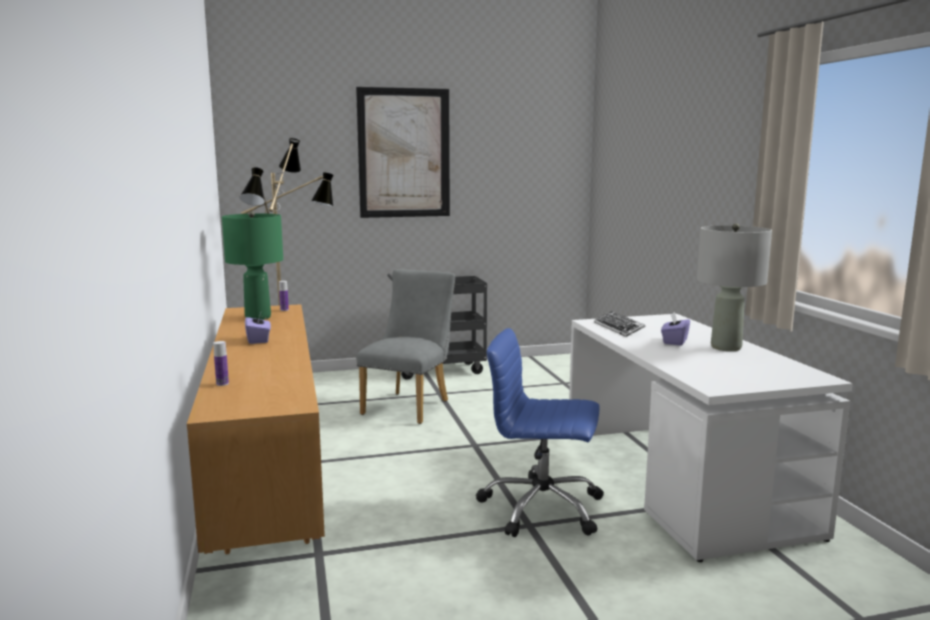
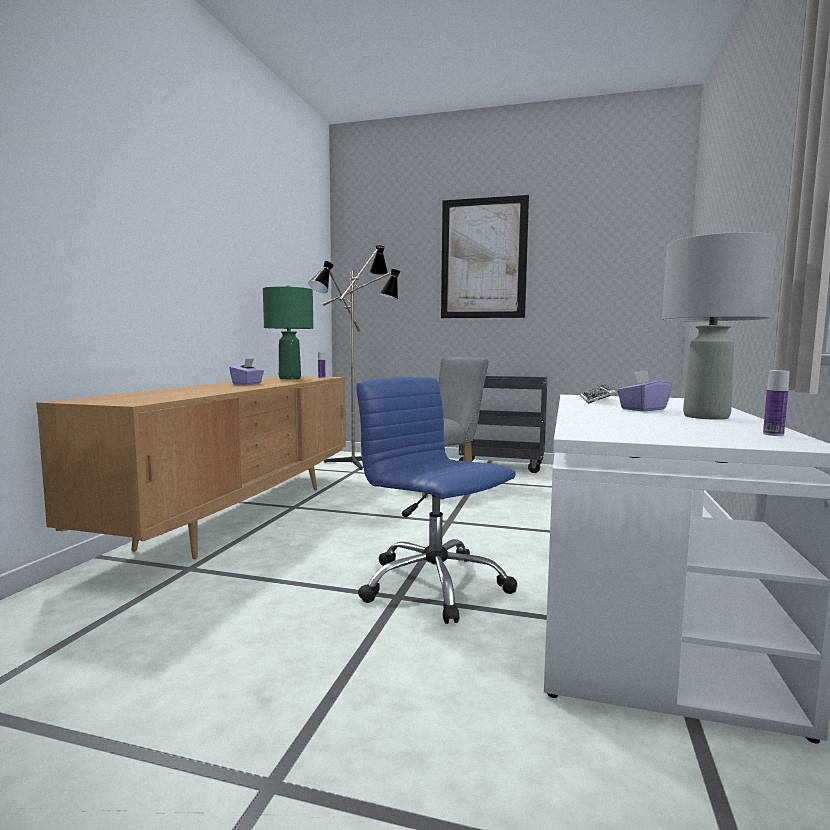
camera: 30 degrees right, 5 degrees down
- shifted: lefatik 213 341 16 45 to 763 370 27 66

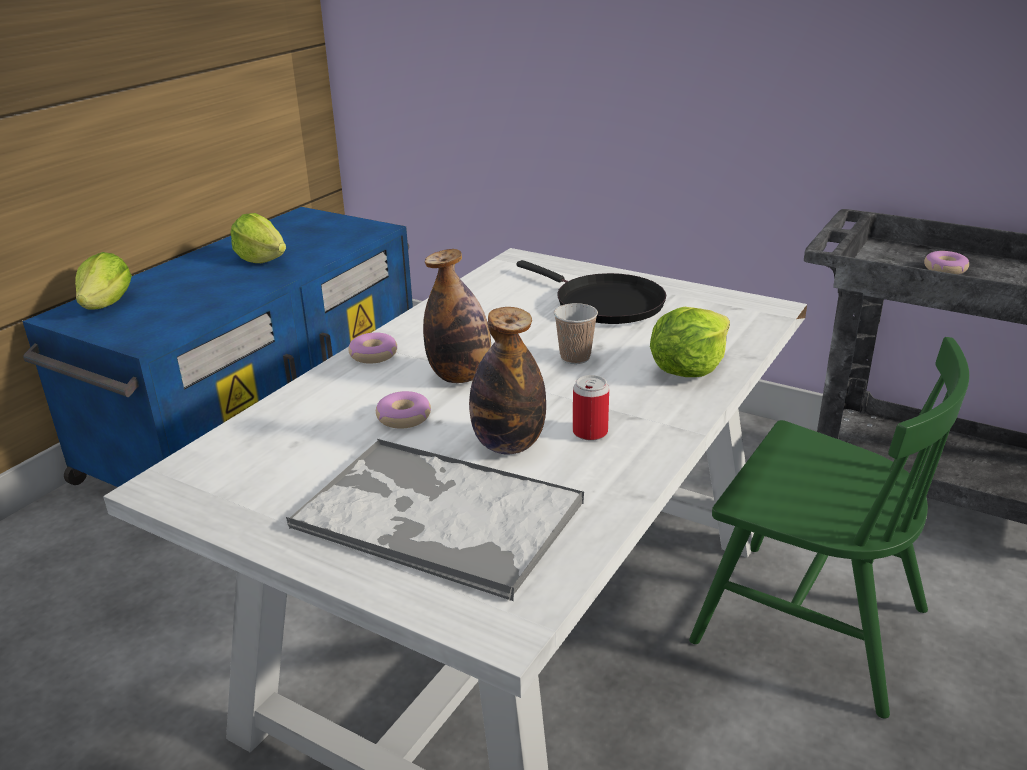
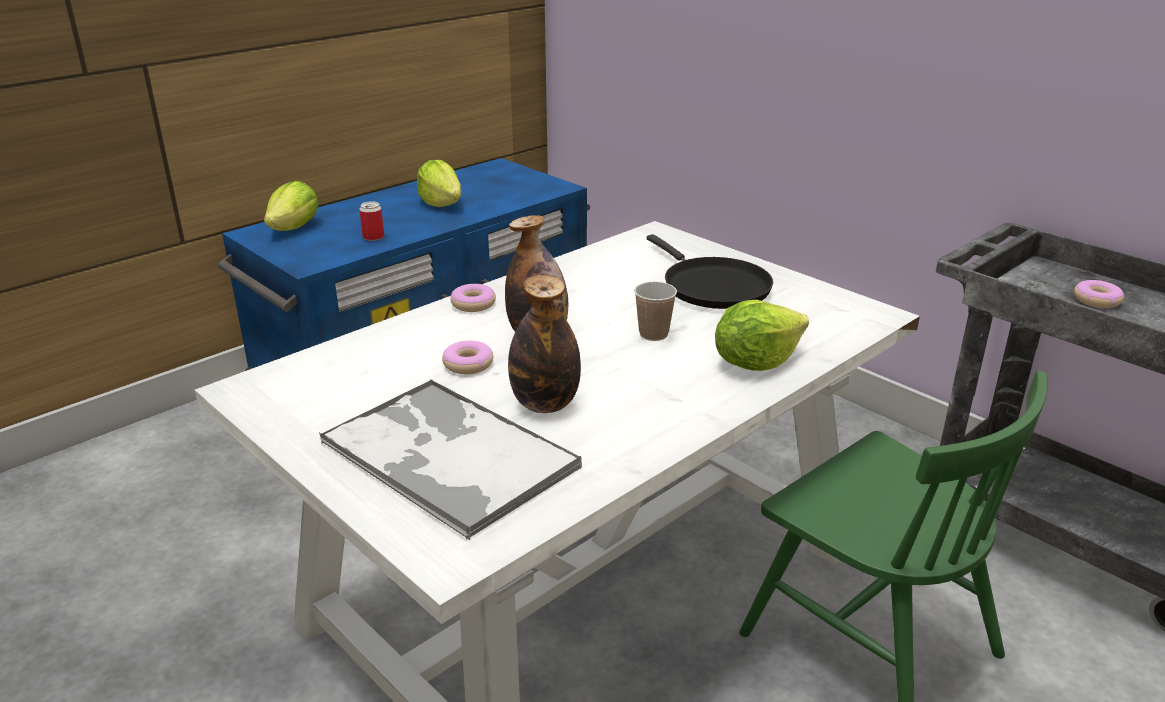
camera: 15 degrees right, 0 degrees up
- shifted: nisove 573 375 36 66 to 359 201 25 40

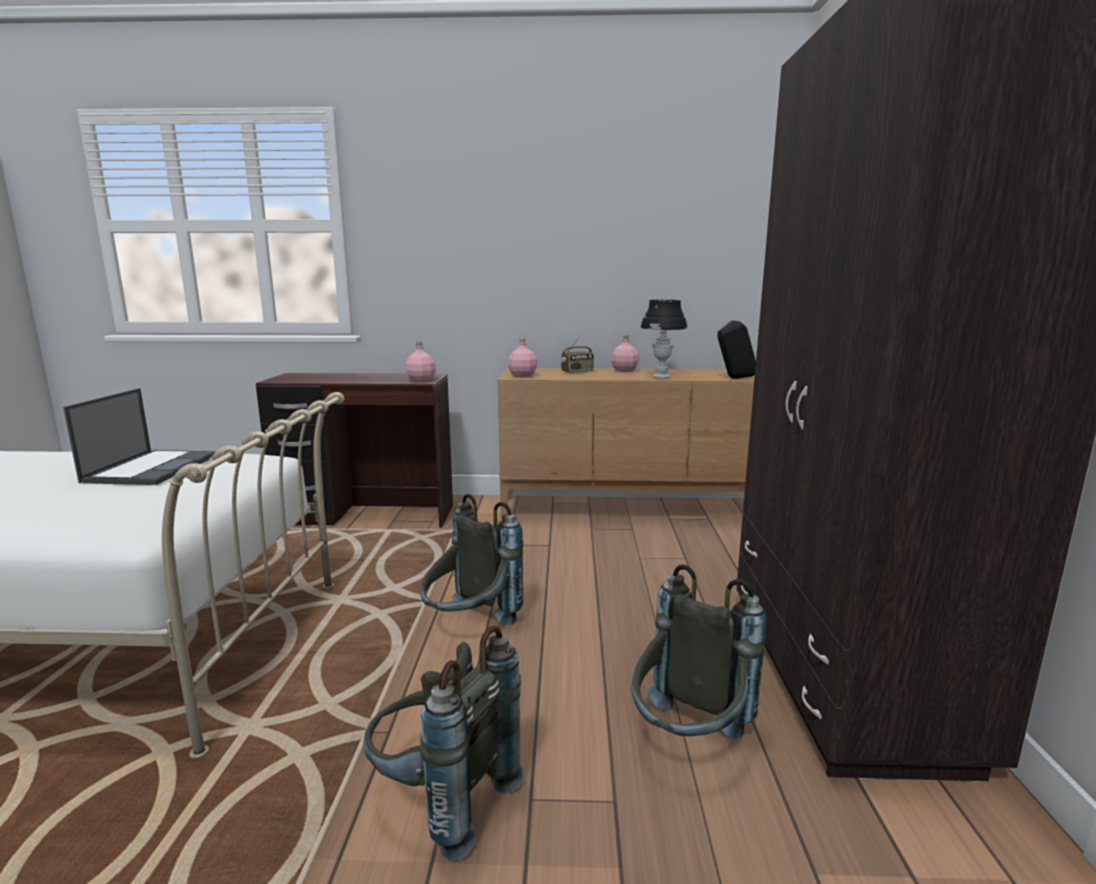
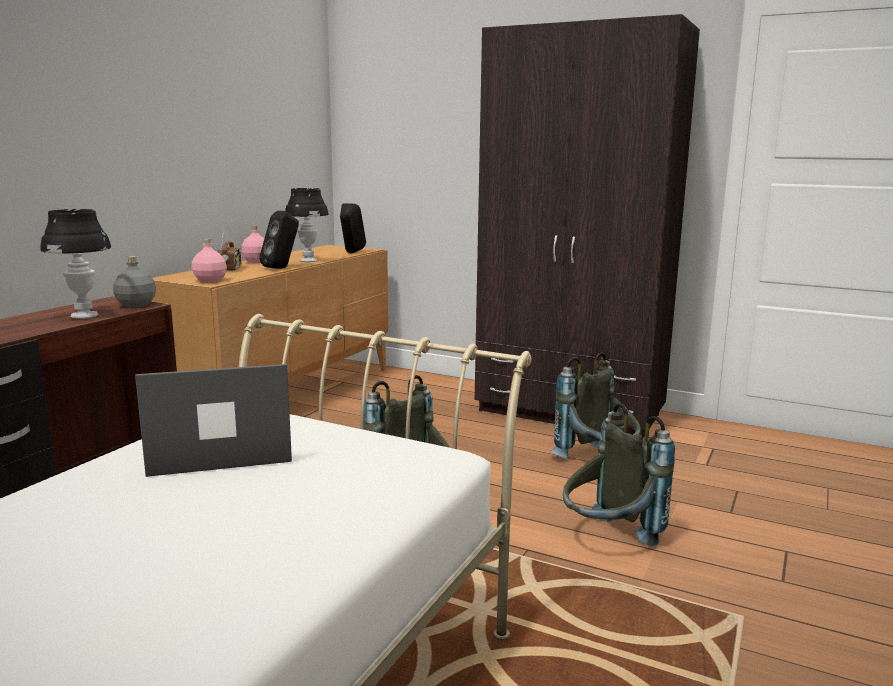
camera: 65 degrees left, 0 degrees up
- new: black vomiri 40 209 71 110
- new: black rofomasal 260 211 39 58
- repainted: pink lefatik 405 342 31 40 to grey lefatik 113 256 43 52
- rotated: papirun 63 388 153 97 = 135 364 157 113 45 degrees counterclockwise

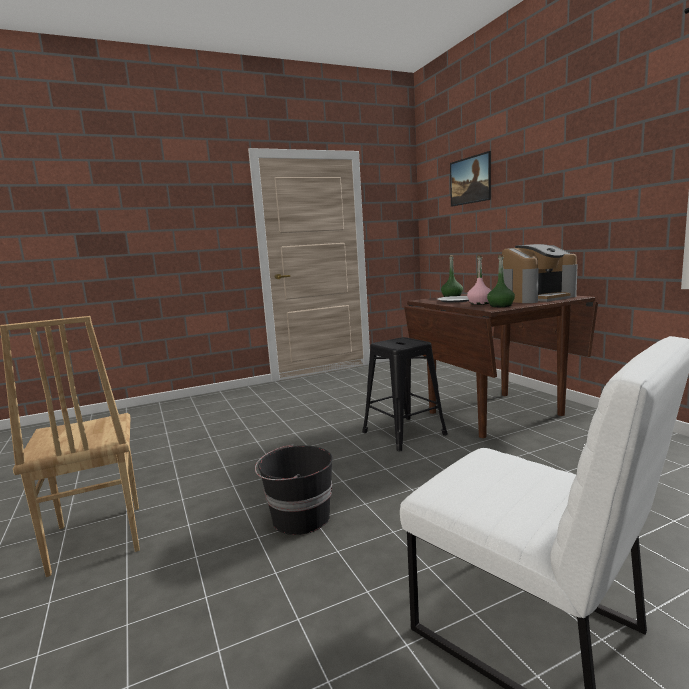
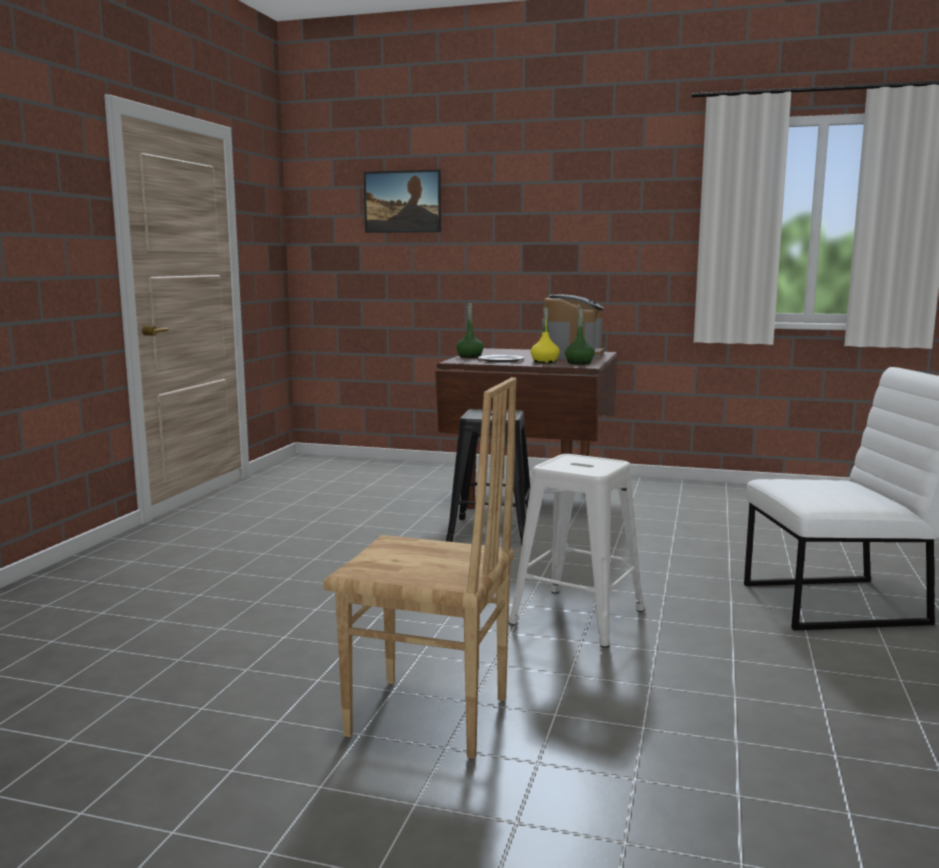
camera: 50 degrees left, 0 degrees up
- swapped: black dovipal 255 444 78 91 to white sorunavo 509 454 136 194
- repainted: pink lefatik 467 256 24 49 to yellow lefatik 531 306 29 57

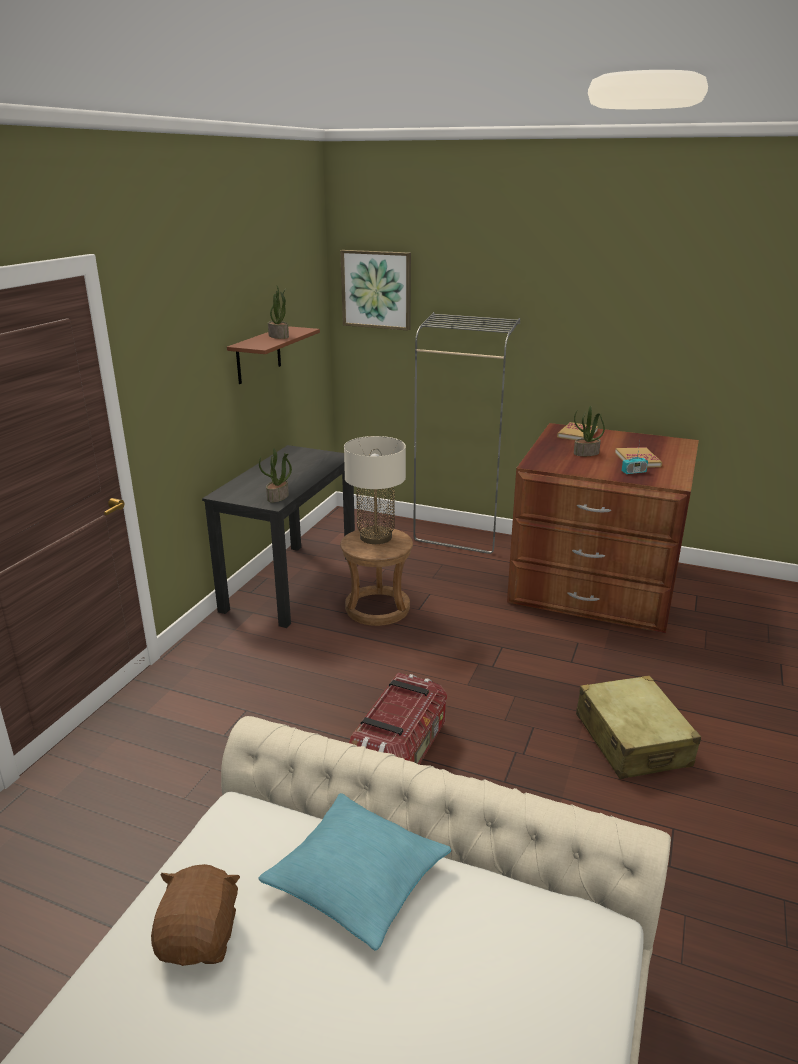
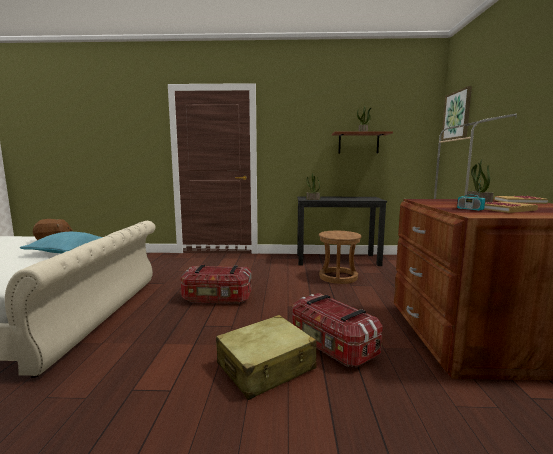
camera: 70 degrees right, 15 degrees down
- gone: vomiri 344 436 62 108
- new: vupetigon 292 293 91 74

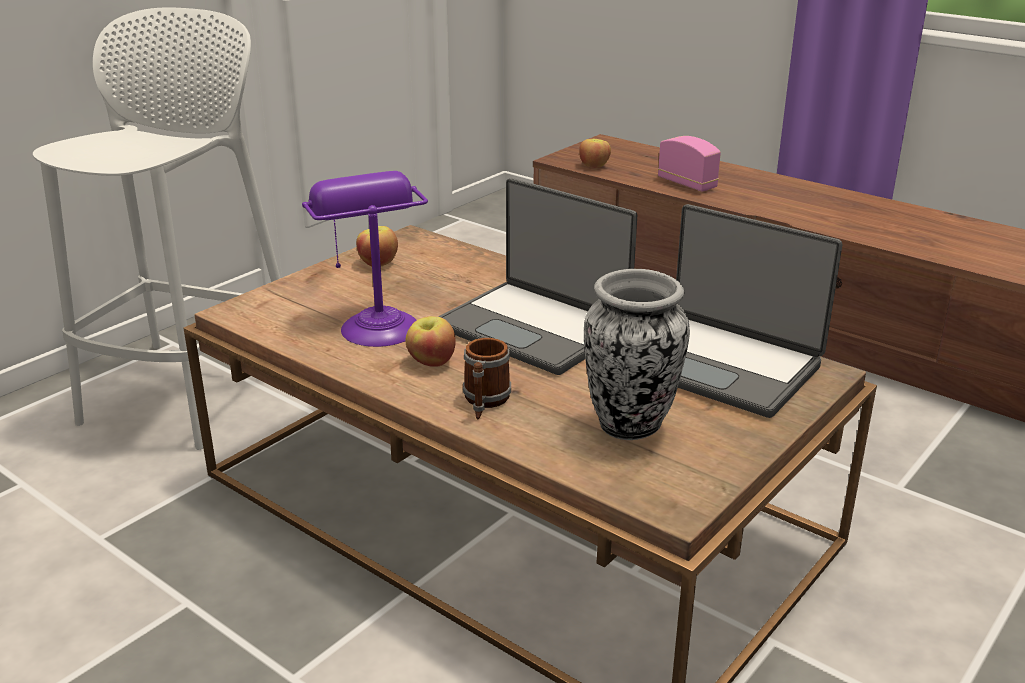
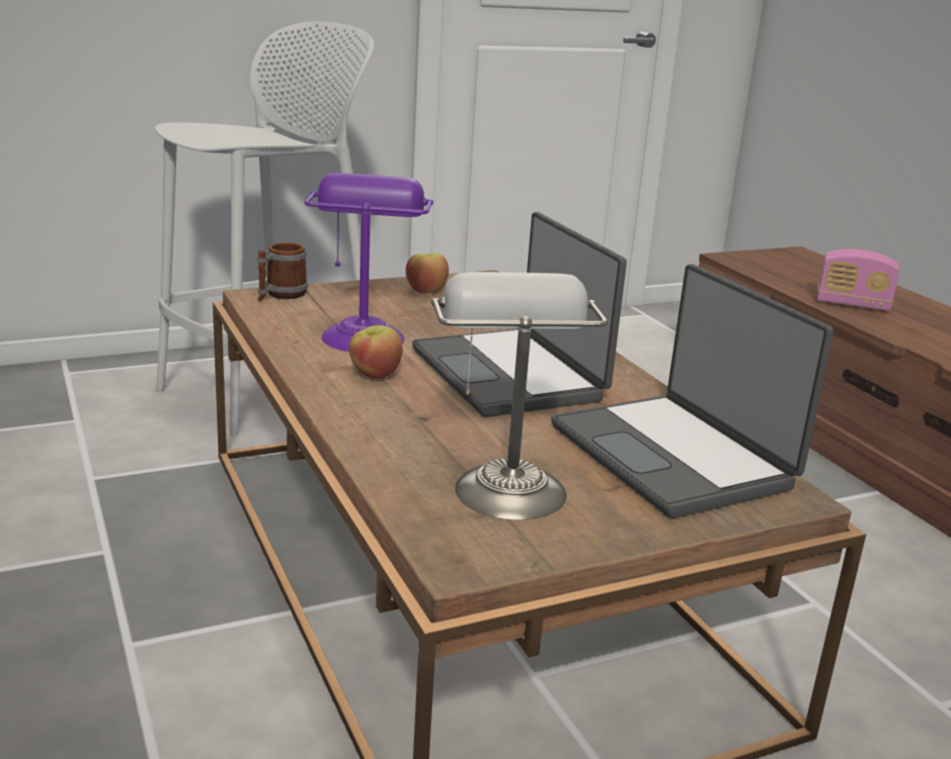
camera: 25 degrees right, 5 degrees down
- gone: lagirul 579 139 32 29
- shifted: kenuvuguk 463 338 48 82 to 257 242 51 59
- swapped: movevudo 584 269 106 171 to white vomiri 431 272 177 248
- rotated: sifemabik 658 136 63 56 = 817 249 83 62 120 degrees clockwise

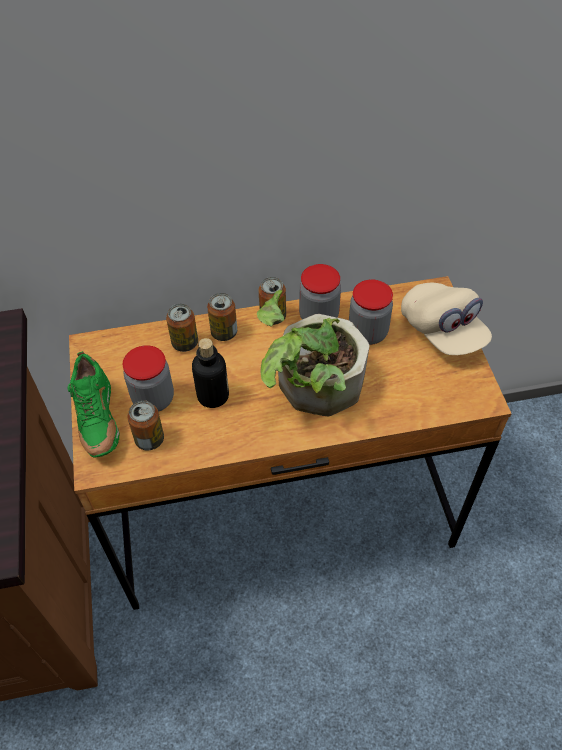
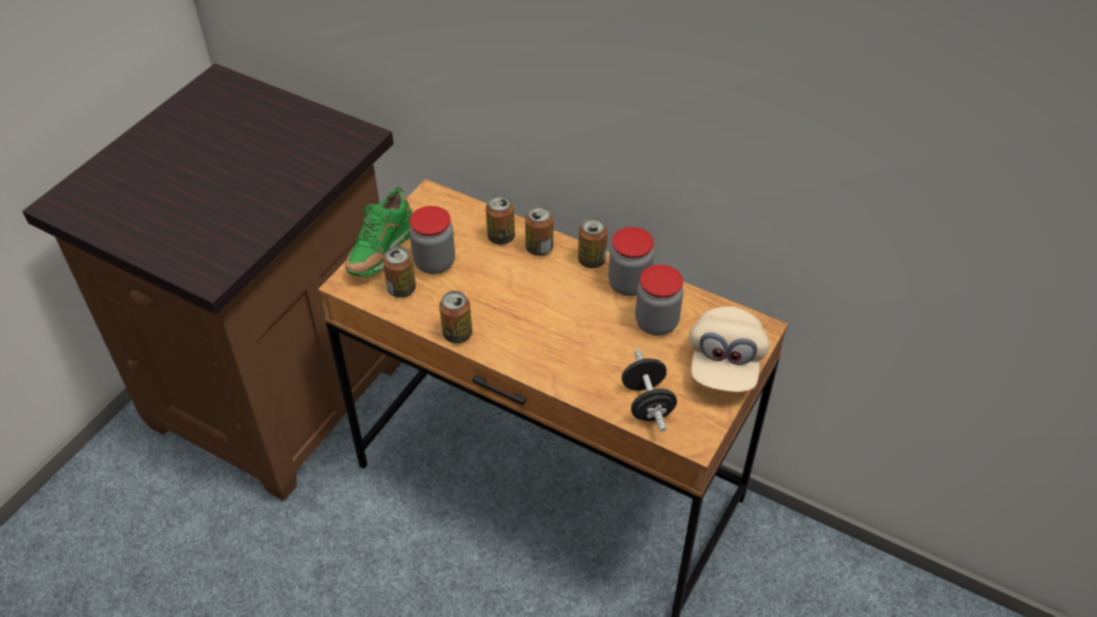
camera: 40 degrees right, 5 degrees down
- gone: lefatik 192 338 37 70
- gone: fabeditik 257 290 113 126
- new: nisove 439 291 33 52
- new: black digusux 622 349 55 83

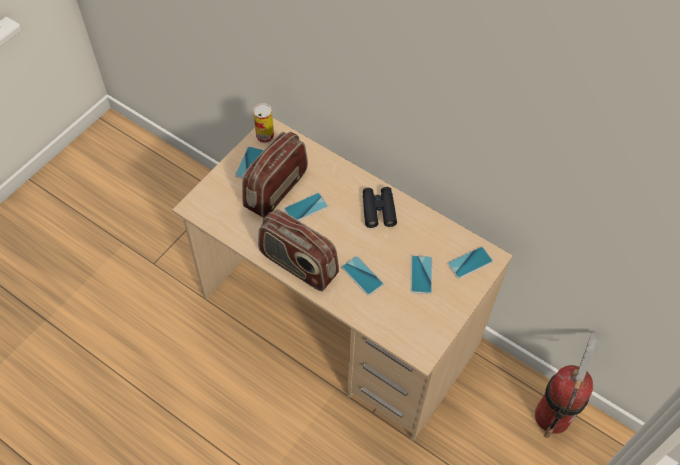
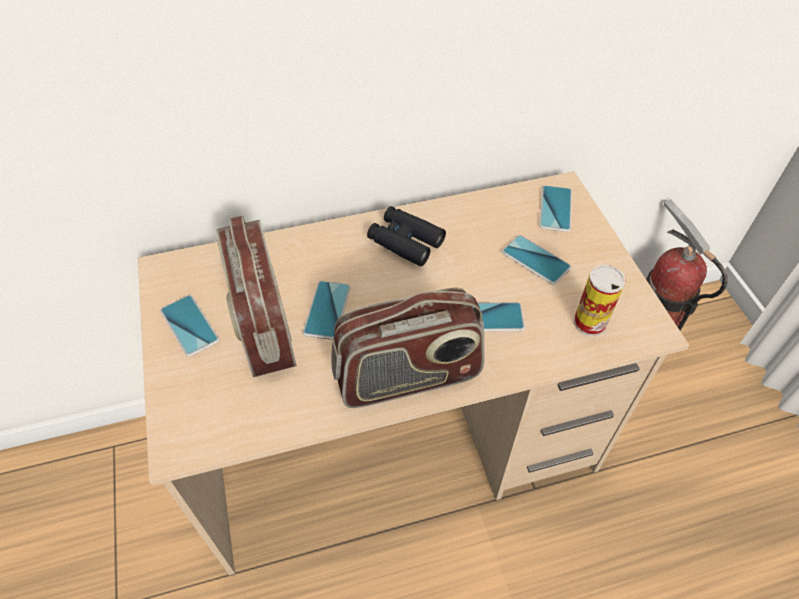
camera: 50 degrees left, 5 degrees down
- shifted: nisove 253 103 21 40 to 574 264 52 72

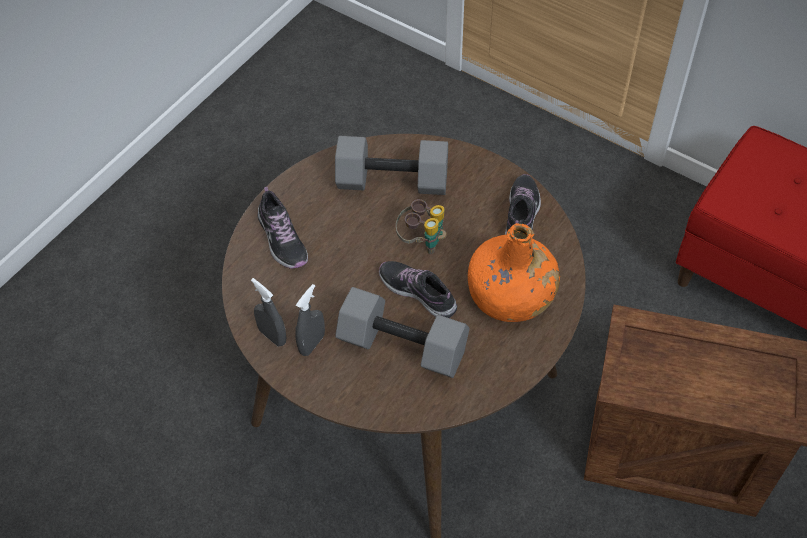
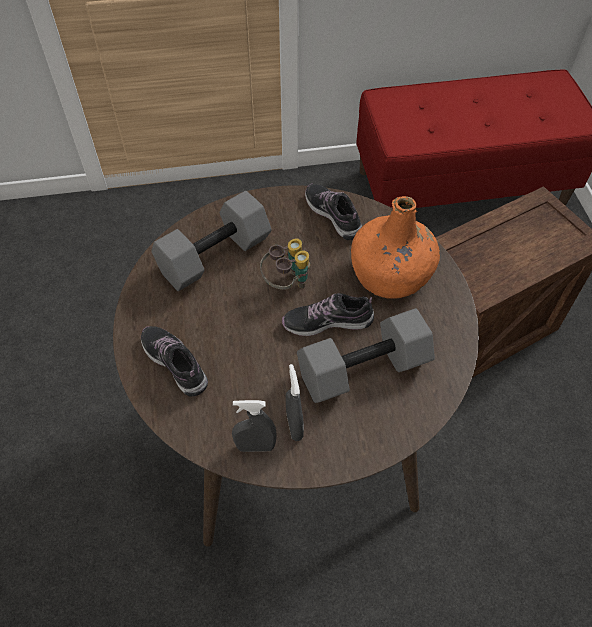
camera: 45 degrees left, 0 degrees up
- rotated: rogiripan 258 187 50 82 = 141 326 67 71 150 degrees counterclockwise

